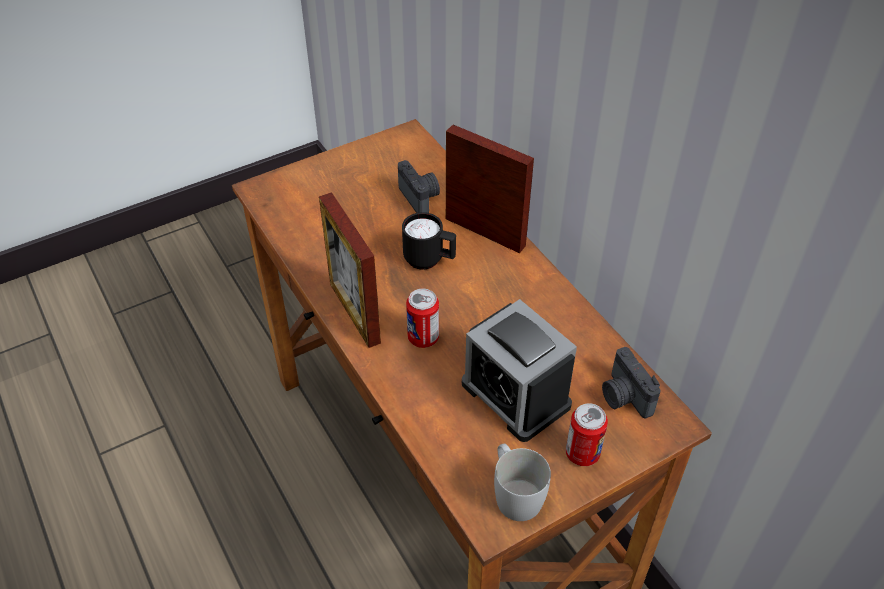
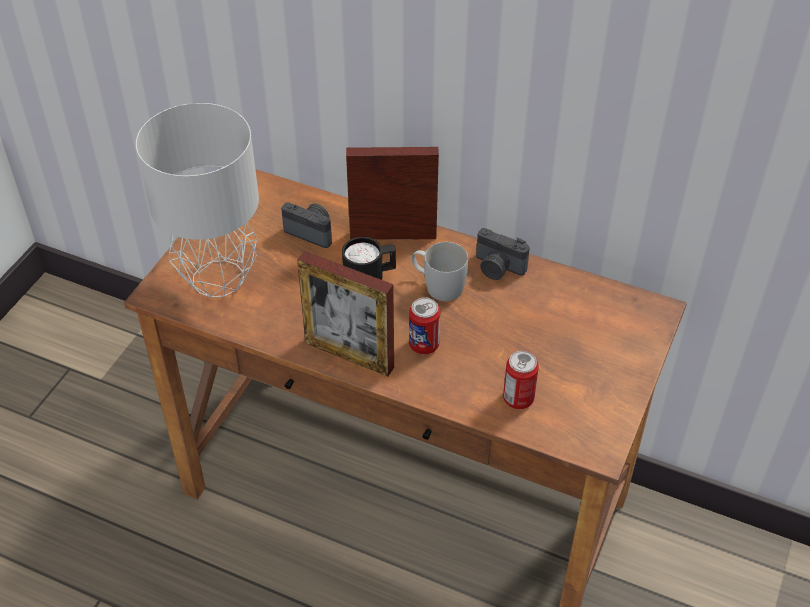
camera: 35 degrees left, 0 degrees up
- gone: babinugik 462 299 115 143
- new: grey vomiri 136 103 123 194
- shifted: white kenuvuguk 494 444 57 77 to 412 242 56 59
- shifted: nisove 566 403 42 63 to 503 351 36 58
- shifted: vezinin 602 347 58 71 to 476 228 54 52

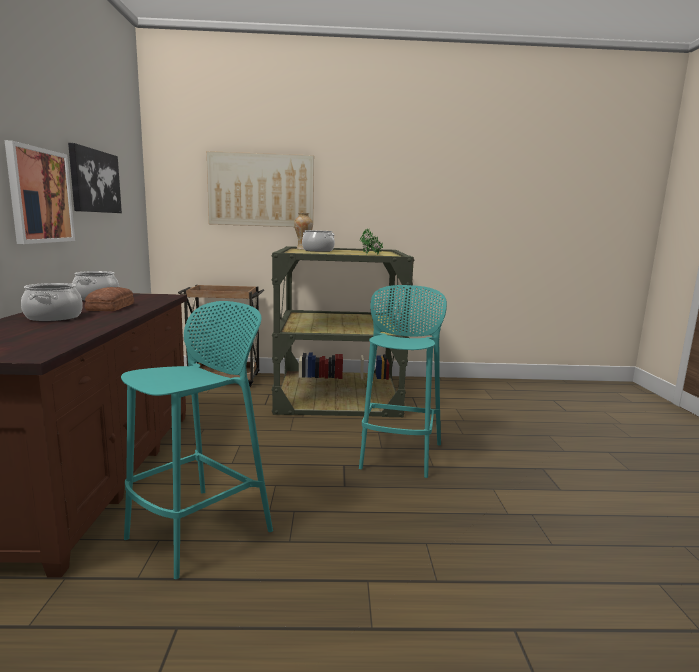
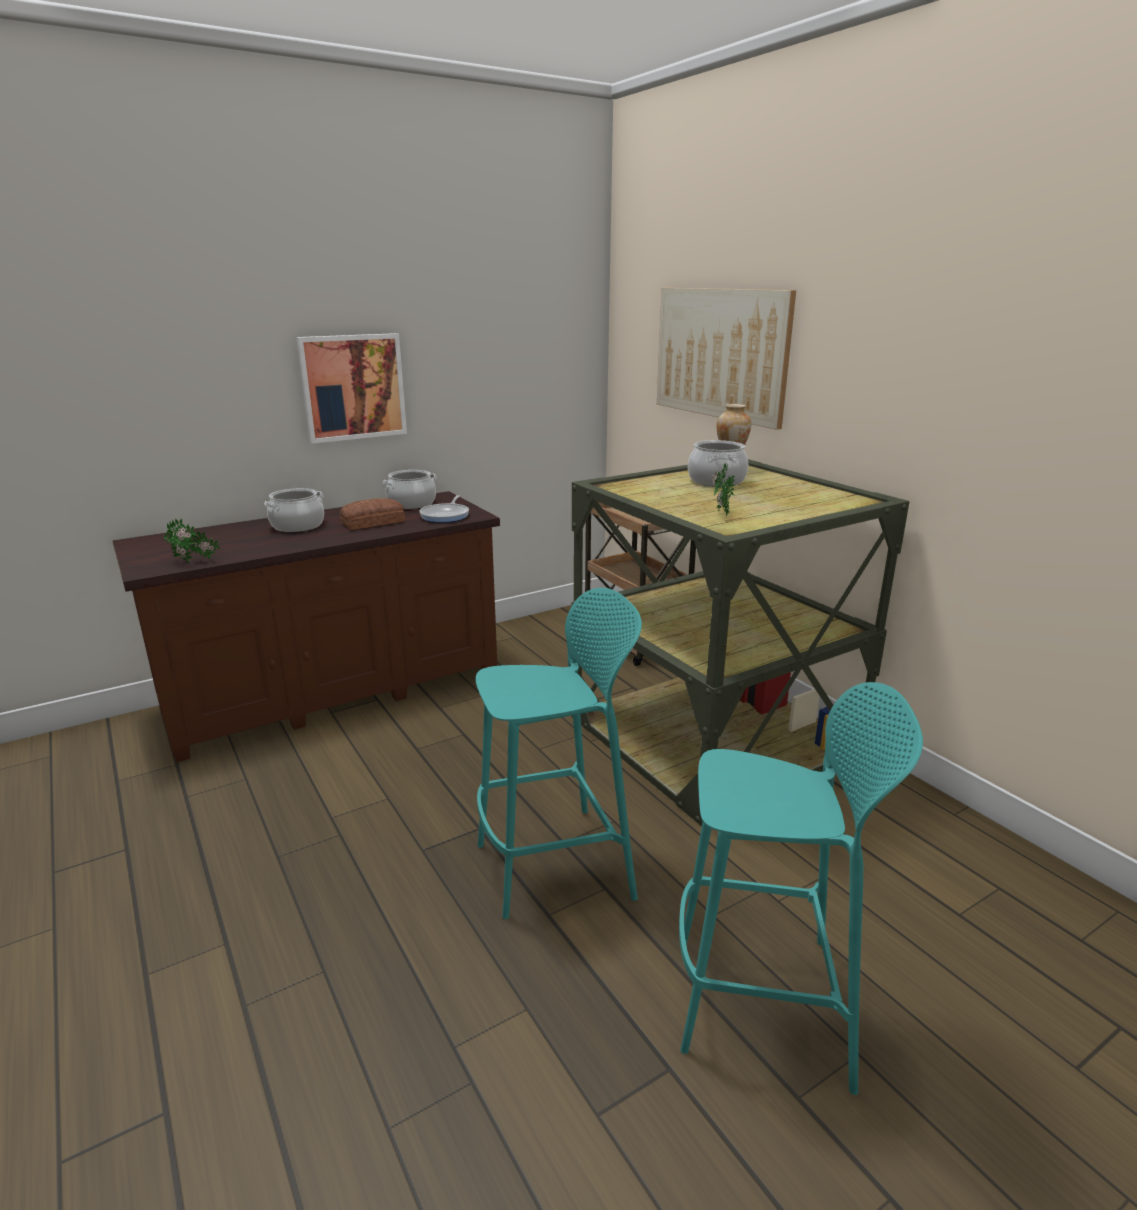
camera: 60 degrees right, 10 degrees up
- gone: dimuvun 68 143 54 70
- new: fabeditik 164 518 56 45
- new: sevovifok 419 495 50 28
- shifted: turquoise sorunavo 121 301 152 278 to 679 682 244 413

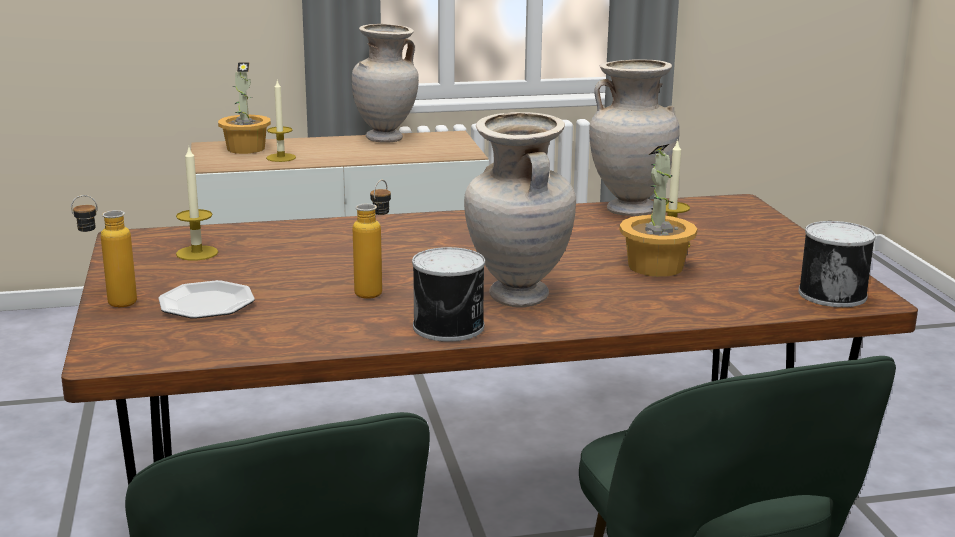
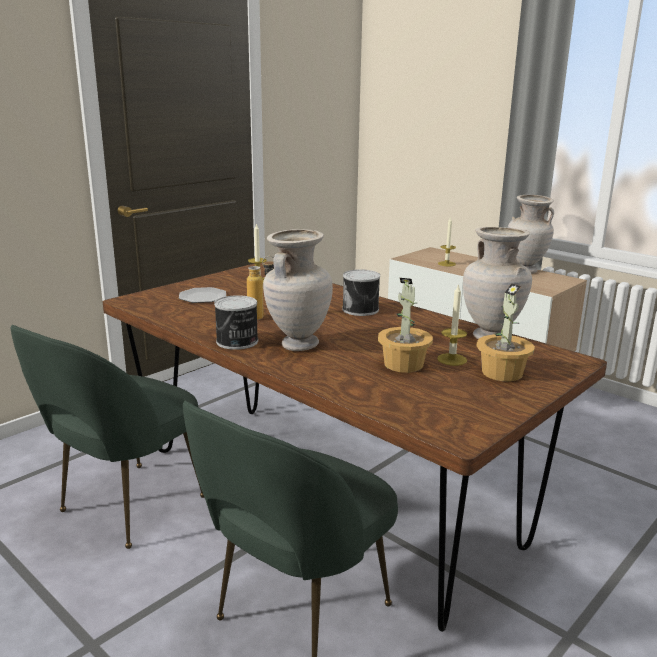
camera: 55 degrees right, 0 degrees up
- gone: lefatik 71 195 66 112
- shifted: fabeditik 218 62 53 92 to 477 283 58 98
- shifted: nisove 798 221 78 86 to 342 269 38 47

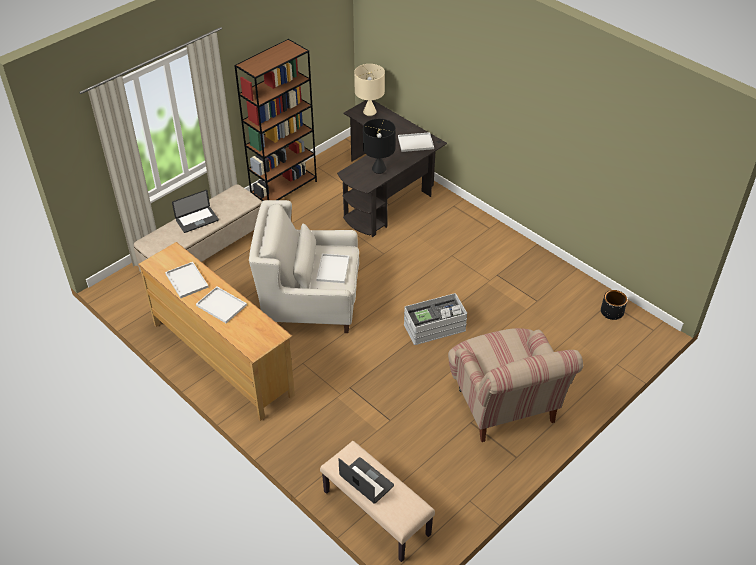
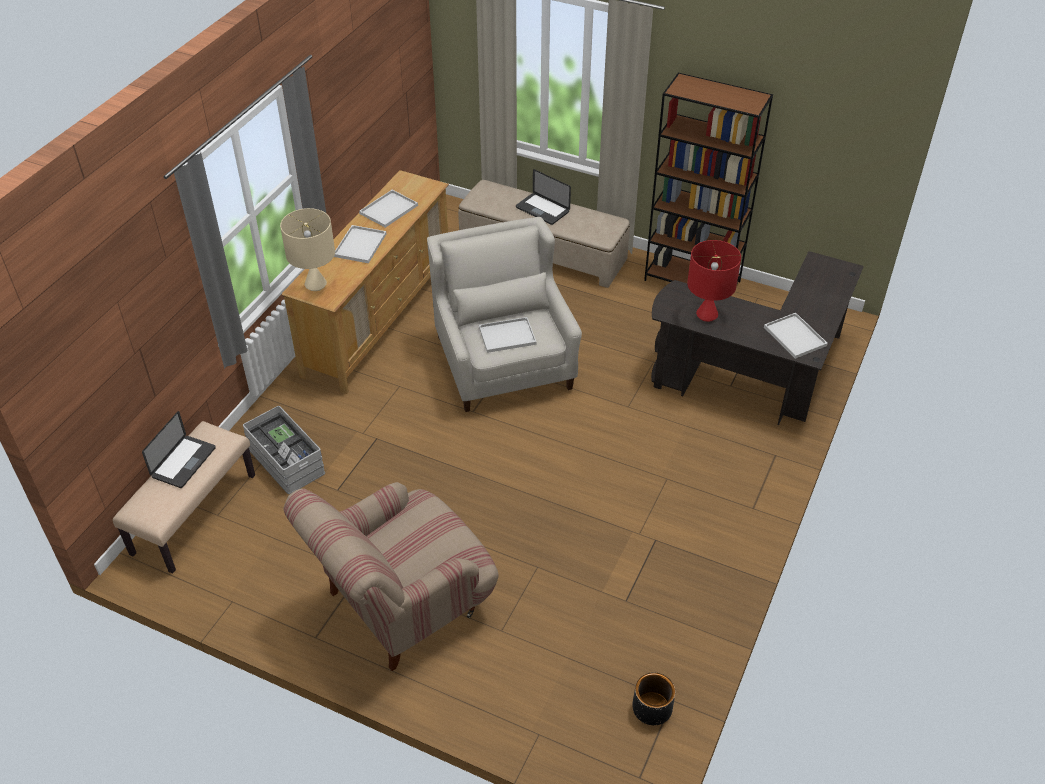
camera: 70 degrees right, 0 degrees up
- shifted: beige vomiri 354 64 31 52 to 280 208 55 83
- shifted: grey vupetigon 404 293 63 52 to 243 406 82 88
- repainted: black vomiri 363 119 33 55 to red vomiri 687 240 54 82

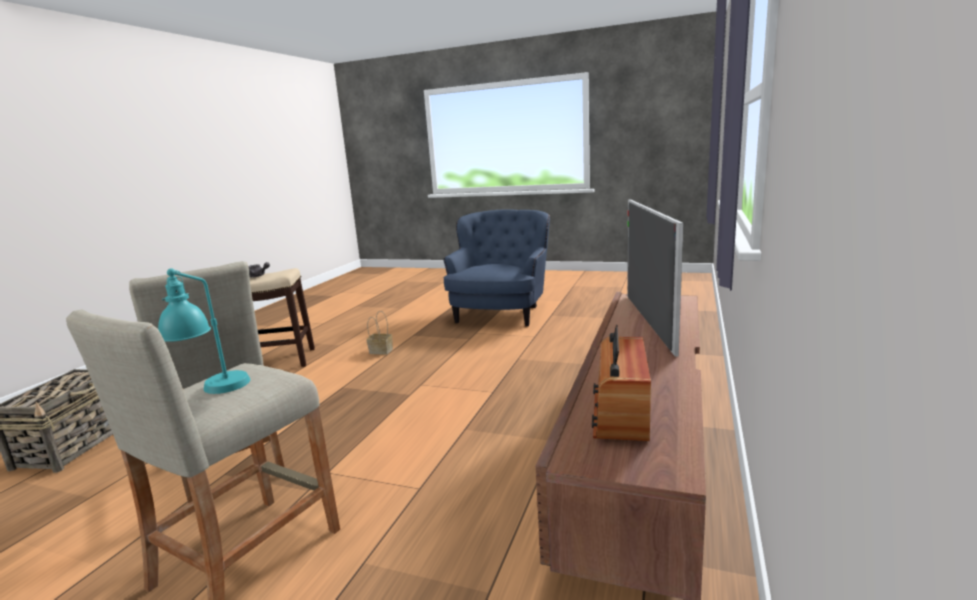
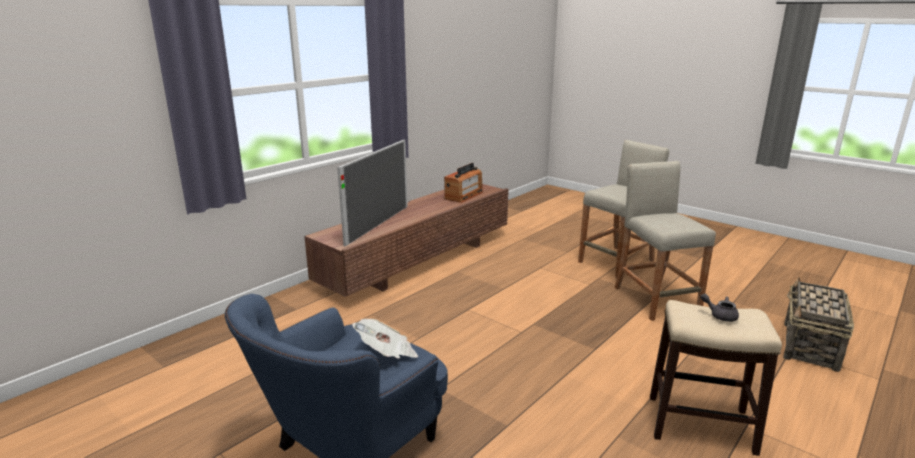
camera: 160 degrees left, 5 degrees up
- gone: turquoise vomiri 158 269 93 125
- gone: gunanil 366 311 27 44
- new: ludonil 352 319 66 40

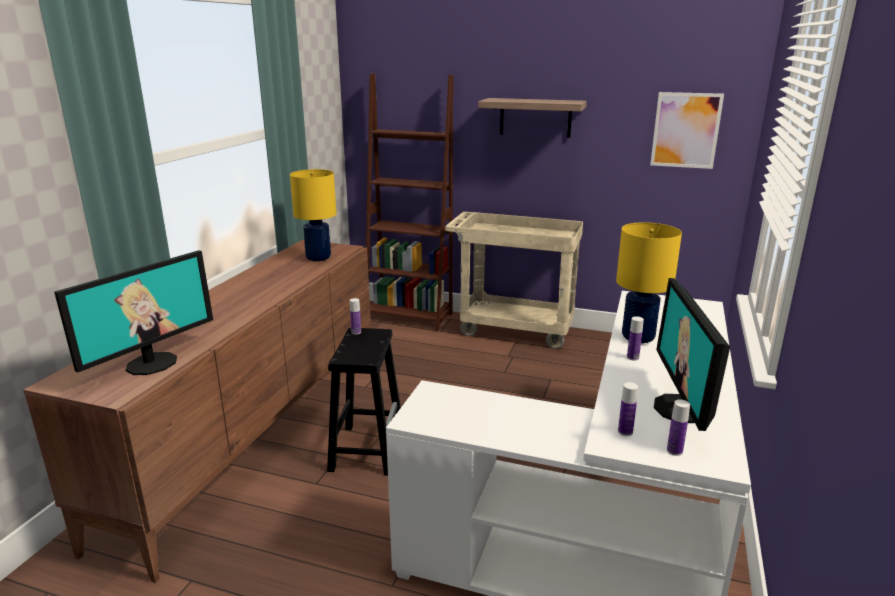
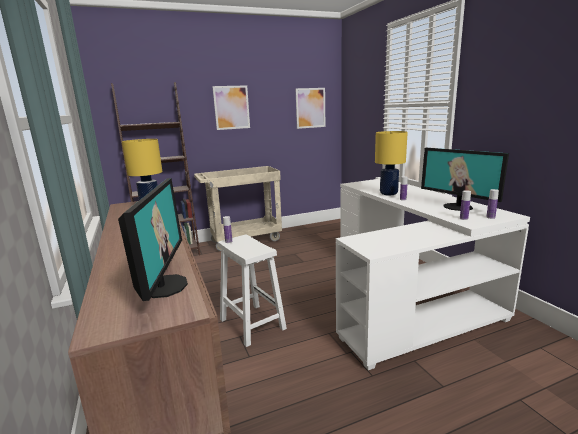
camera: 40 degrees left, 5 degrees down
- swapped: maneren 478 98 109 40 to dimuvun 212 85 38 45
- repainted: black sorunavo 327 328 74 148 to white sorunavo 218 234 69 113

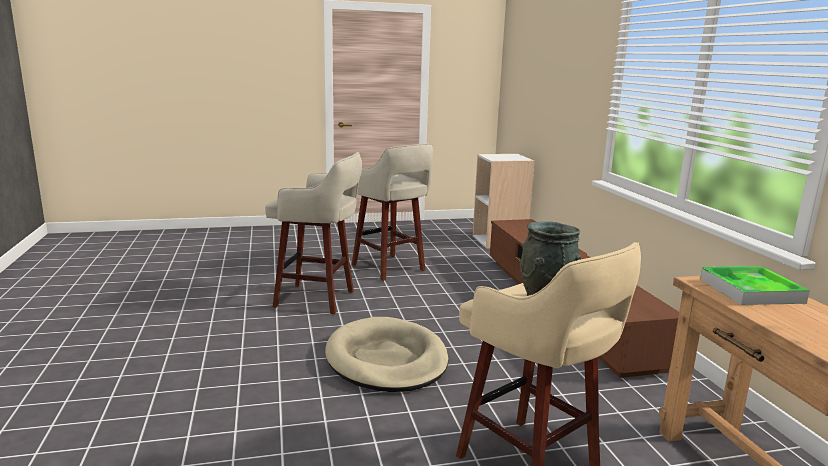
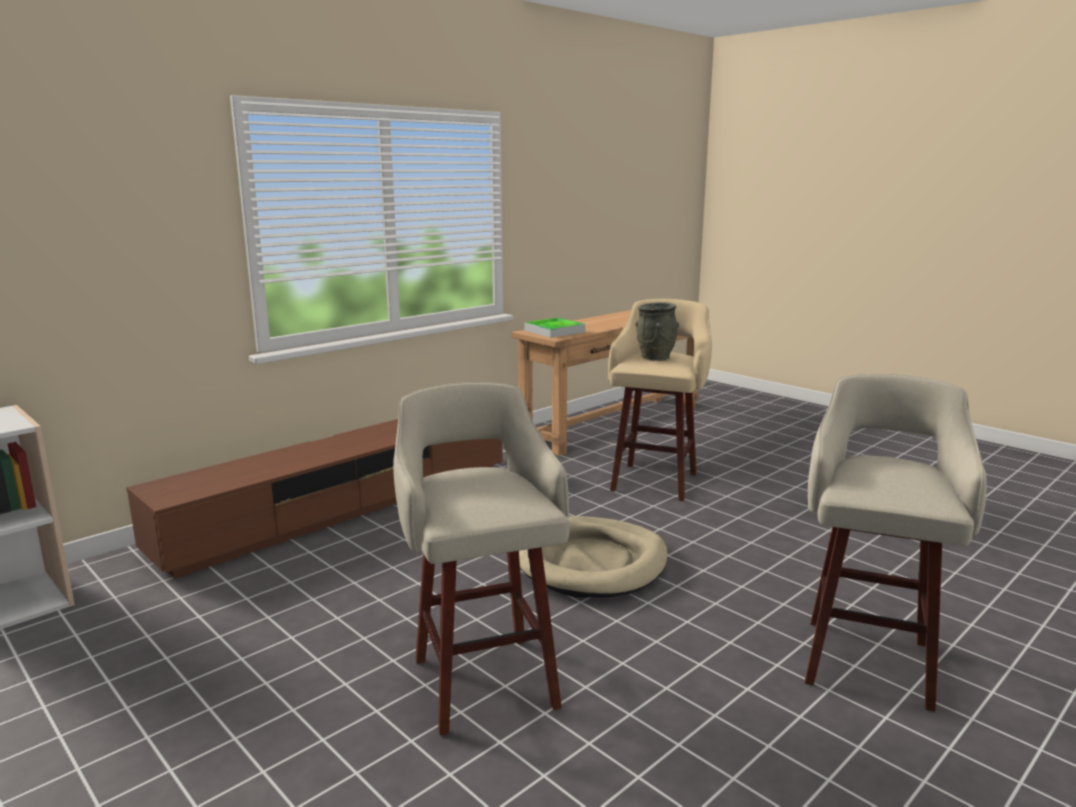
camera: 120 degrees left, 0 degrees up
- shifted: beige sorunavo 352 144 81 137 to 805 374 182 338

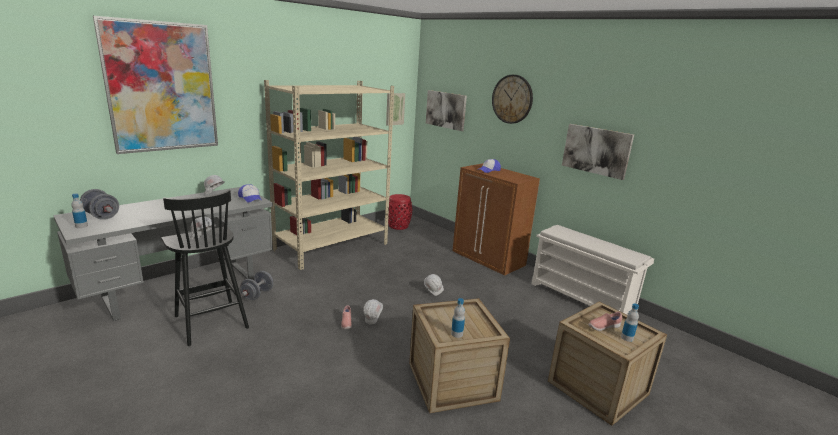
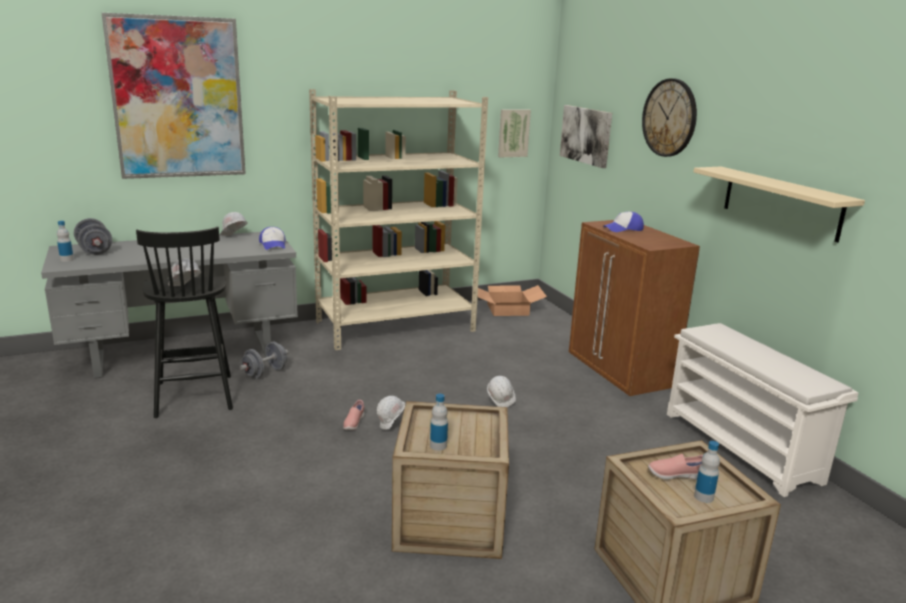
camera: 20 degrees right, 0 degrees up
- swapped: red sorunavo 387 194 25 36 to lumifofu 474 285 73 31
- swapped: dimuvun 562 124 72 56 to beige maneren 693 167 172 75

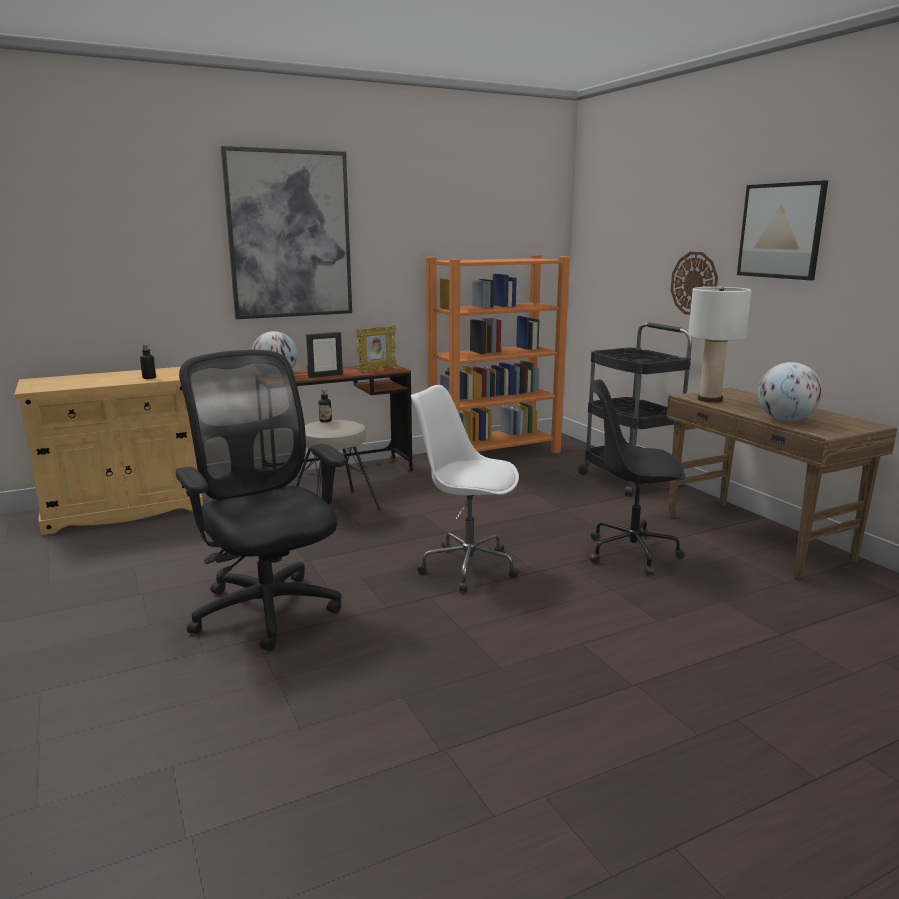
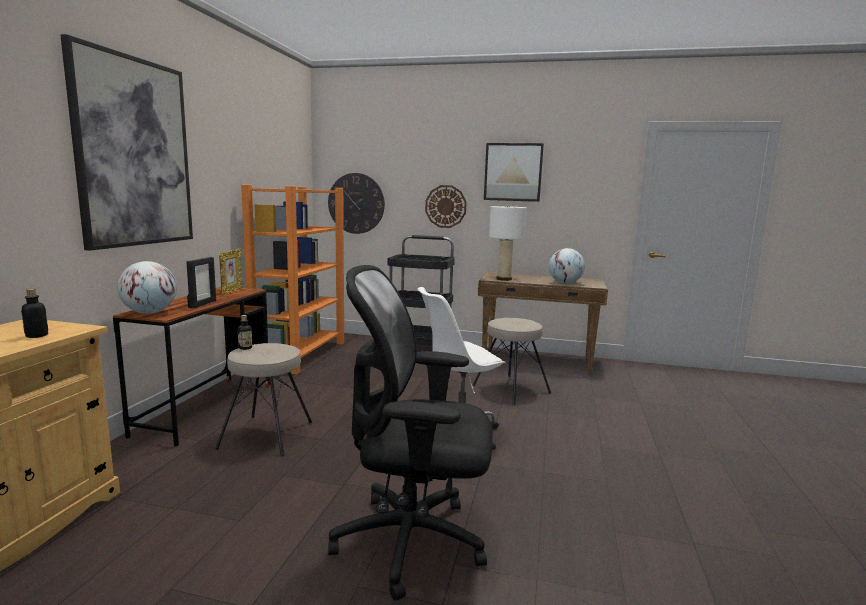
camera: 50 degrees left, 5 degrees down
- new: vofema 328 173 57 61
- swapped: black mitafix 589 379 96 196 to beige sorunavo 472 318 79 87

